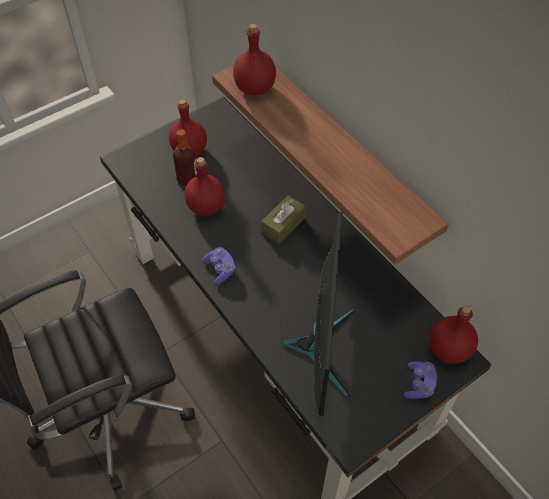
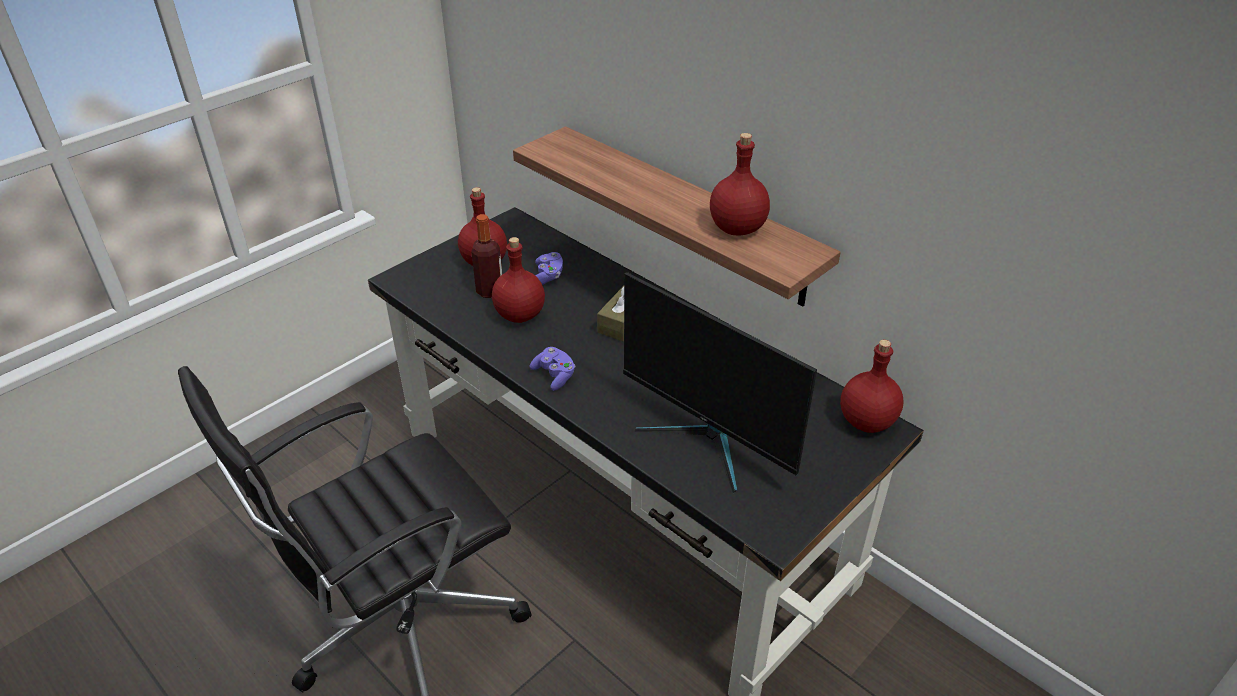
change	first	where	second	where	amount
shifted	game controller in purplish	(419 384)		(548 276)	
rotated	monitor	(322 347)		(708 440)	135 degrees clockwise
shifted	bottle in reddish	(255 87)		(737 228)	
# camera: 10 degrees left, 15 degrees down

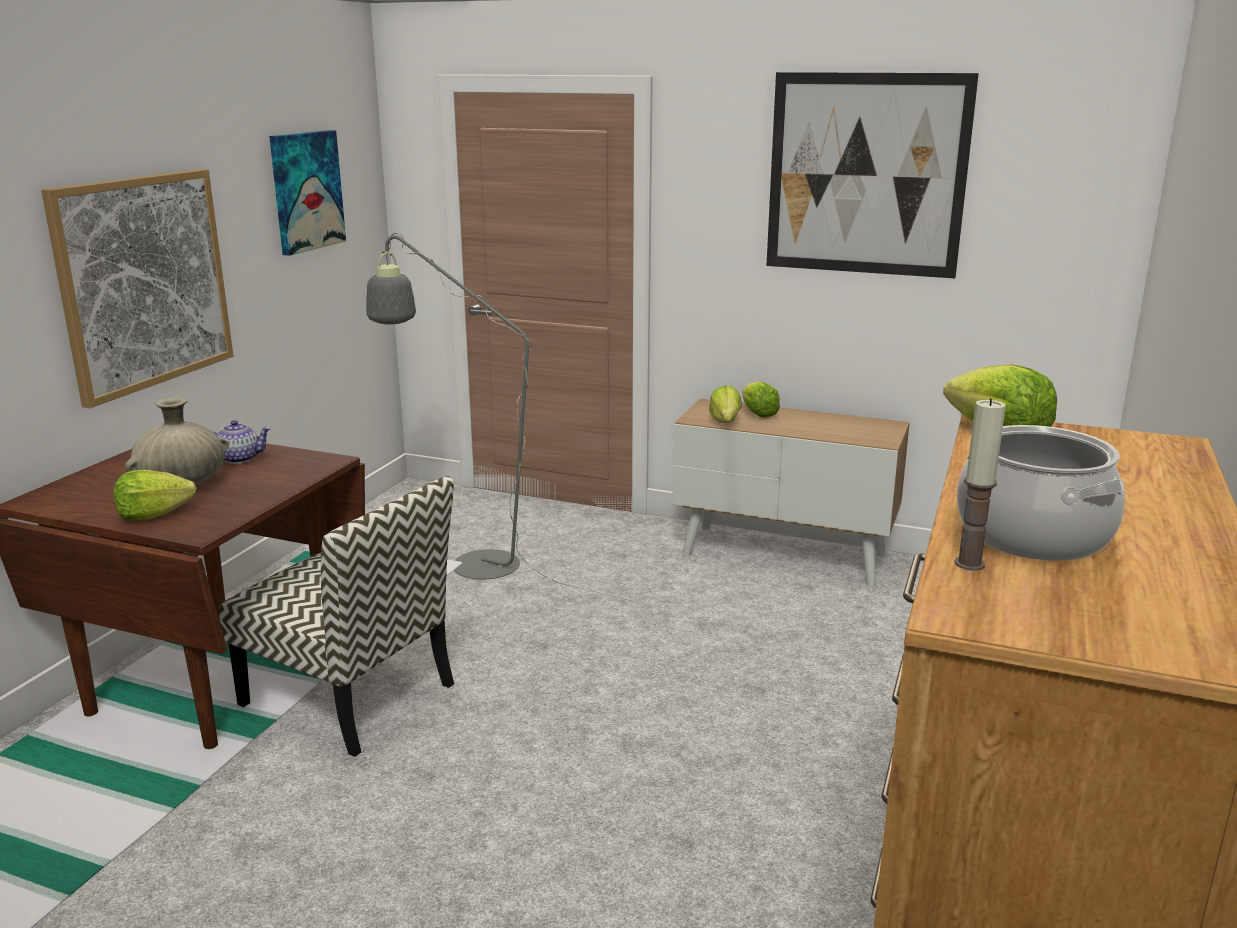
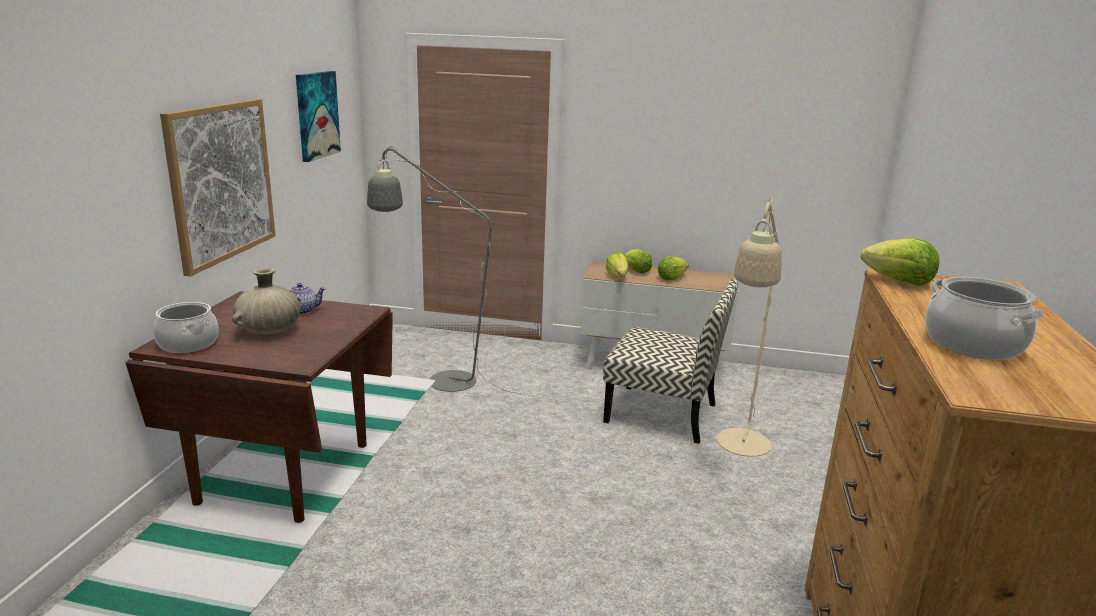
change	first	where	second	where	amount
new			cooking pot	(188 344)	
shifted	plain chair	(351 696)		(663 413)	
shifted	lettuce head	(153 515)		(671 278)	
new			floor lamp in beige	(741 449)	
gone	wall art	(866 175)			
gone	candle	(969 564)			
# camera: 10 degrees left, 0 degrees up

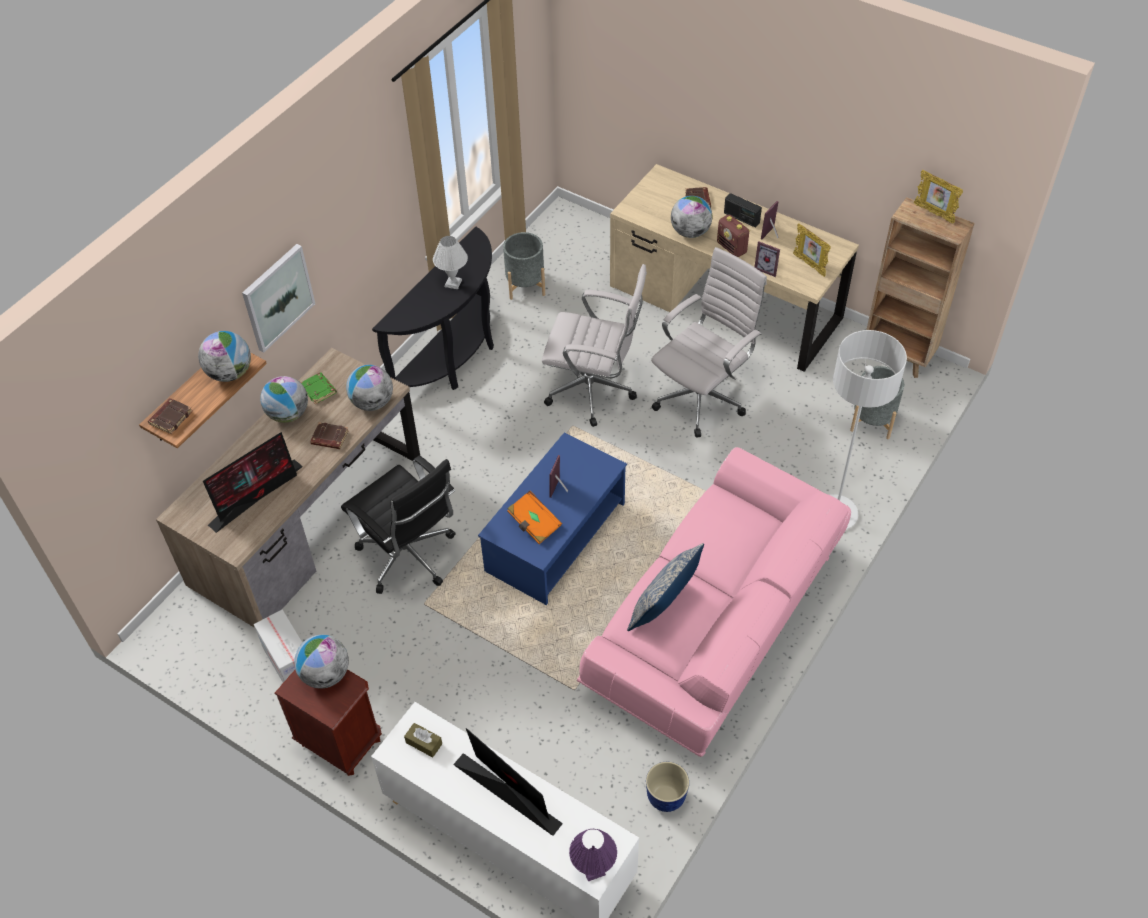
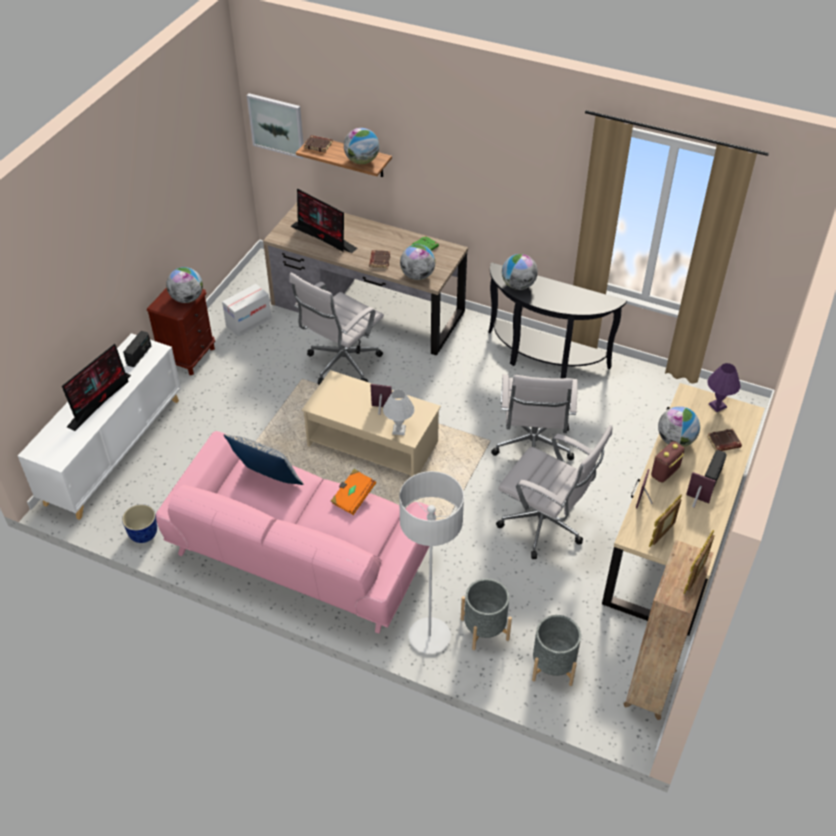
change	first	where	second	where	amount
swapped	tissue holder in brown-coloured	(424 743)	radio	(139 355)	
shifted	wall art	(277 297)		(277 125)	
repainted	office chair in black-coloured	(410 558)	office chair in white	(341 365)	
repainted	coffee table in blue	(555 538)	coffee table in beige	(372 444)	
shifted	volume in orangey	(534 524)		(353 497)	
shifted	table lamp in white	(453 283)		(399 430)	
shifted	plant pot in grey	(525 285)		(484 629)	
shifted	world globe	(288 414)		(518 285)	
shifted	table lamp in purplish	(593 870)		(717 405)	
# camera: 80 degrees right, 5 degrees down

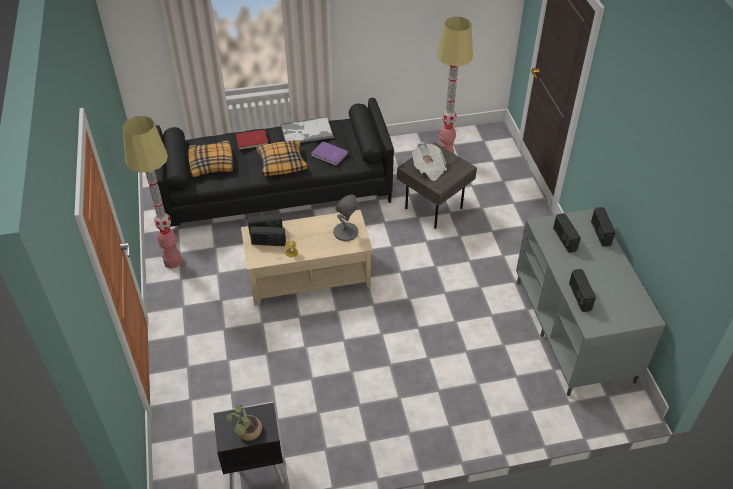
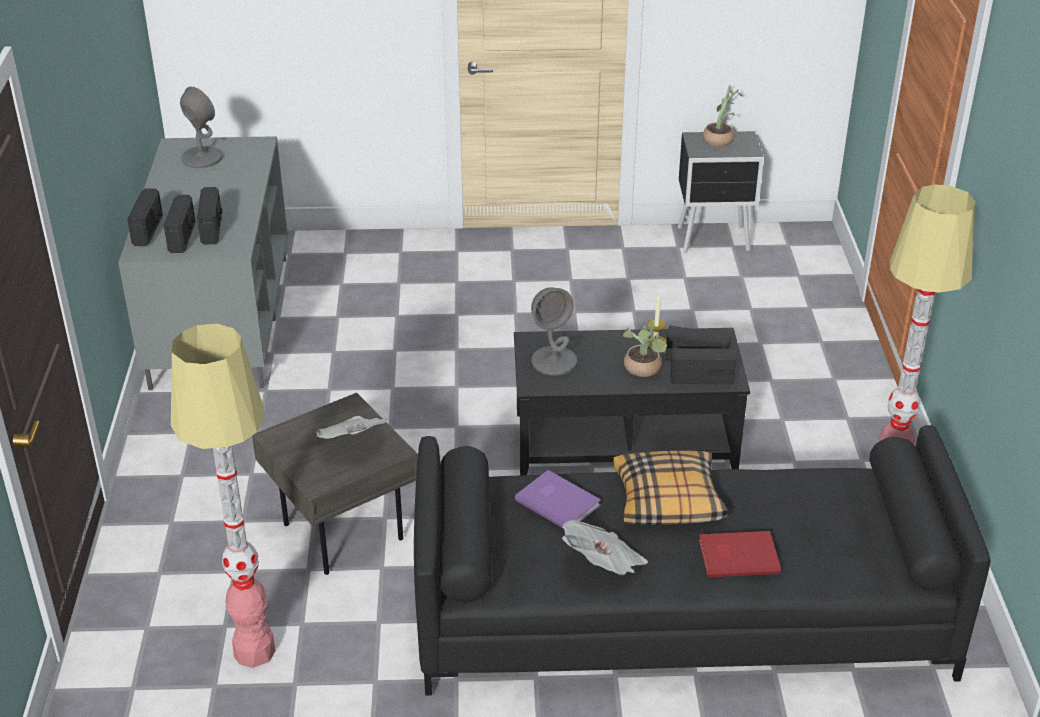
change	first	where	second	where	amount
shifted	radio	(579 297)		(182 237)	
new			table lamp in grey	(201 158)	
repainted	coffee table in beige	(308 274)	coffee table in black-coloured	(624 440)	
swapped	serving tray	(306 131)	daily paper	(604 564)	
new			houseplant	(644 370)	
gone	pillow	(212 163)			
# camera: 170 degrees left, 10 degrees down

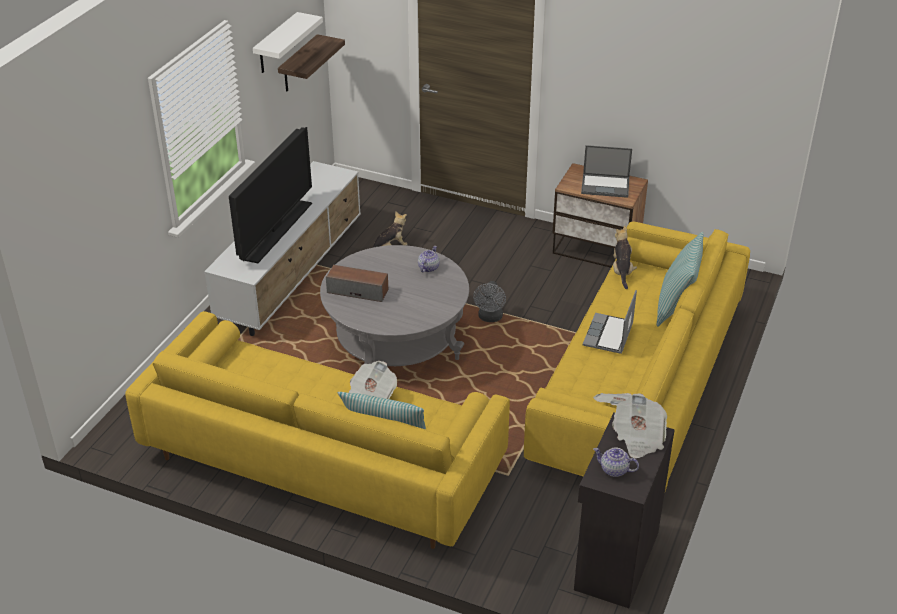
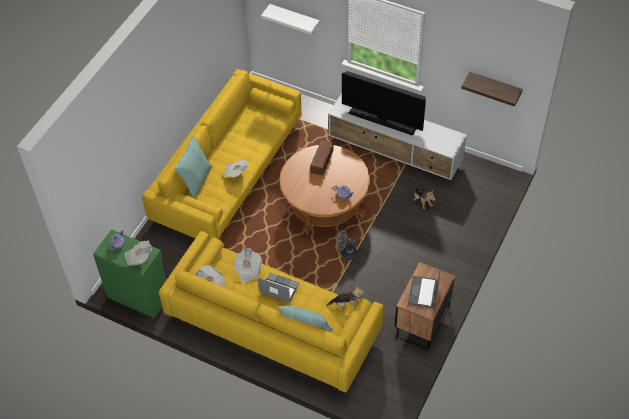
change	first	where	second	where	amount
repainted	cabinet in black-coloured	(614 560)	cabinet in greenish	(138 295)	
new			daily paper	(248 270)	
shifted	wall shelf in white	(276 44)		(294 19)	
repainted	coffee table in grey	(396 342)	coffee table in brown-coloured	(325 204)	
# camera: 95 degrees right, 15 degrees up

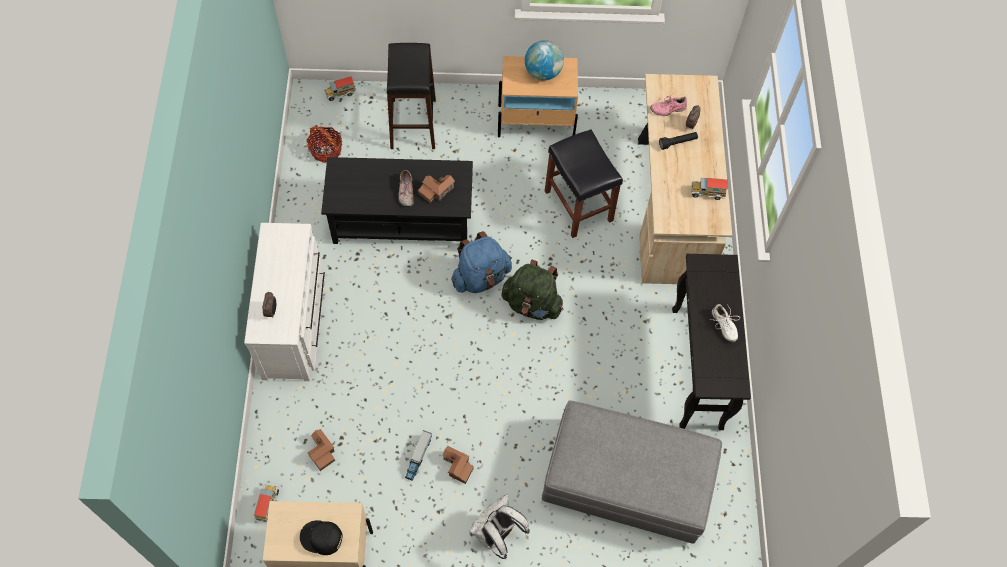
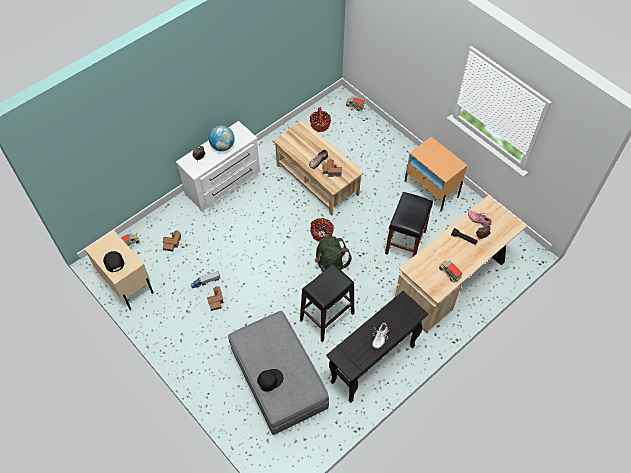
change	first	where	second	where	amount
shifted	world globe	(543 72)		(222 146)	
new			baseball cap in black-coloured	(270 380)	
repainted	coffee table in black-coloured	(402 219)	coffee table in beige	(317 180)	
shifted	sitting stool in black-coloured	(413 123)		(327 317)	
swapped	backpack in blue	(481 277)	storage basket	(322 233)	
gone	backpack in white	(496 535)			
# camera: 50 degrees right, 5 degrees down

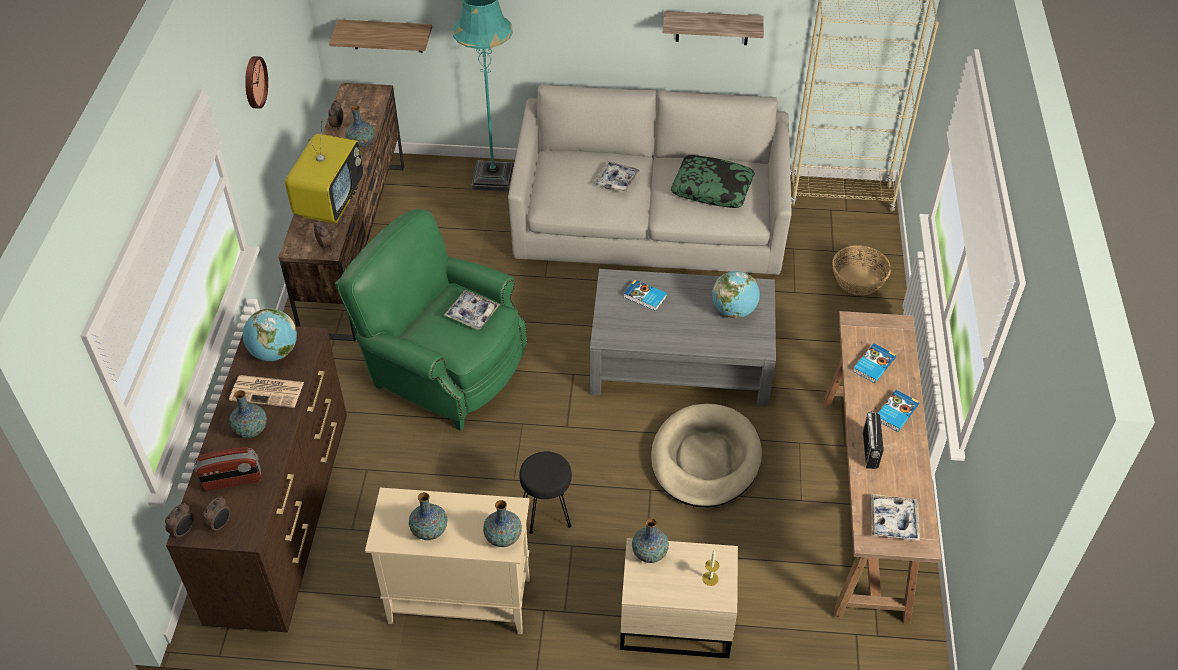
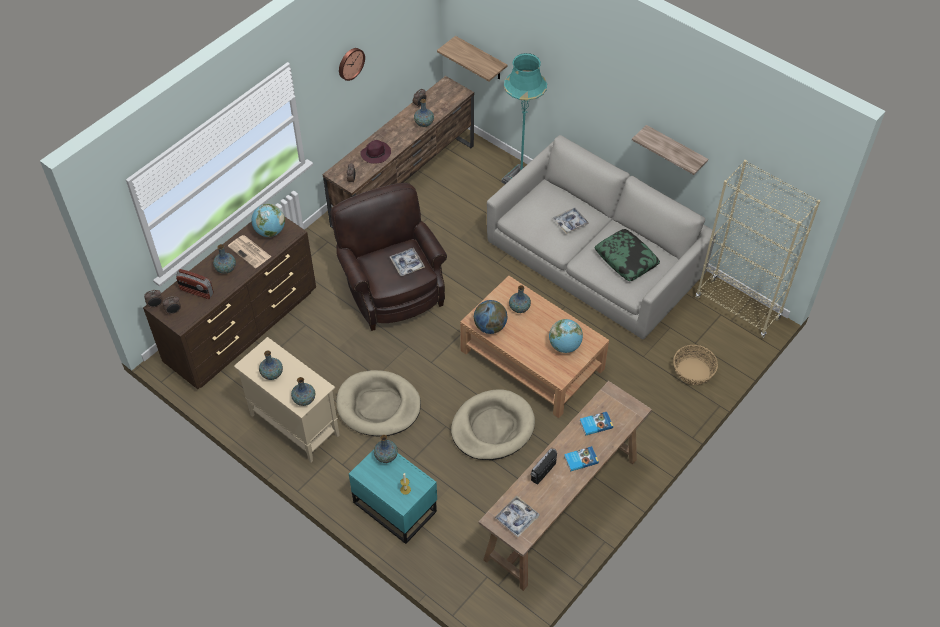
change	first	where	second	where	amount
repainted	easy chair in greenish	(443 368)	easy chair in brown-coloured	(392 288)	
swapped	sitting stool in black-coloured	(547 513)	dog bed in beige	(378 406)	
repainted	night table in beige	(674 620)	night table in turquoise	(395 505)	
swapped	TV	(330 202)	hat in purplish	(376 153)	
repainted	coffee table in grey	(681 359)	coffee table in brown-coloured	(533 360)	
new			world globe	(490 326)	
swapped	volume	(645 297)	flower vase	(519 308)	
# camera: 35 degrees right, 5 degrees up

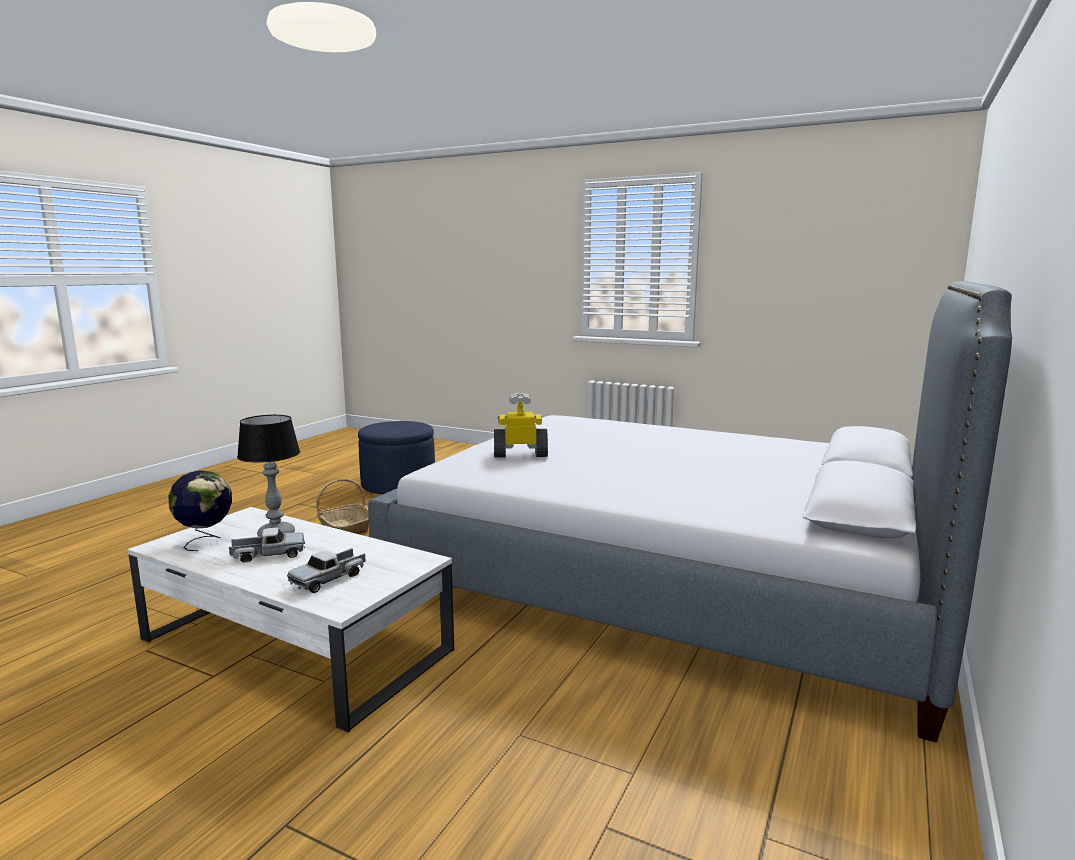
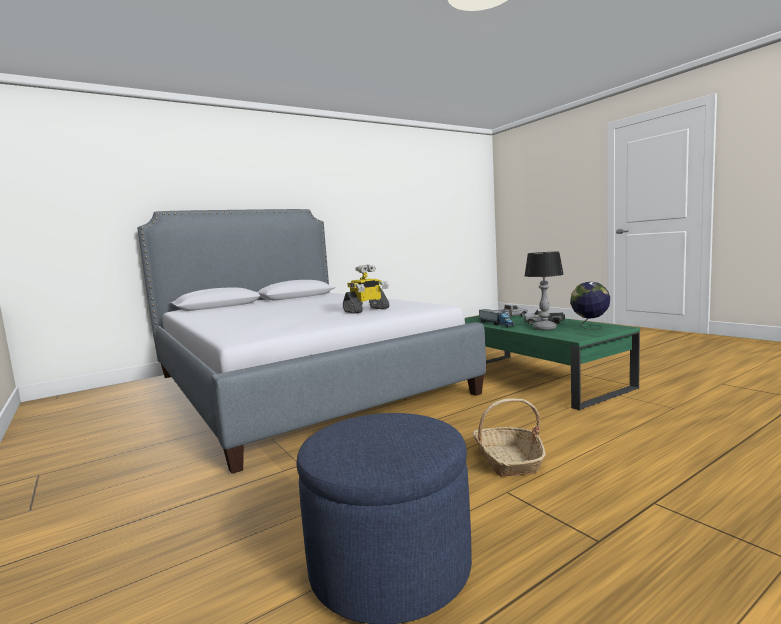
change	first	where	second	where	amount
rotated	robot figure	(521 454)		(366 310)	60 degrees counterclockwise
repainted	coffee table in white	(296 645)	coffee table in greenish	(534 378)	
new			toy truck	(496 324)	
# camera: 150 degrees left, 5 degrees down

